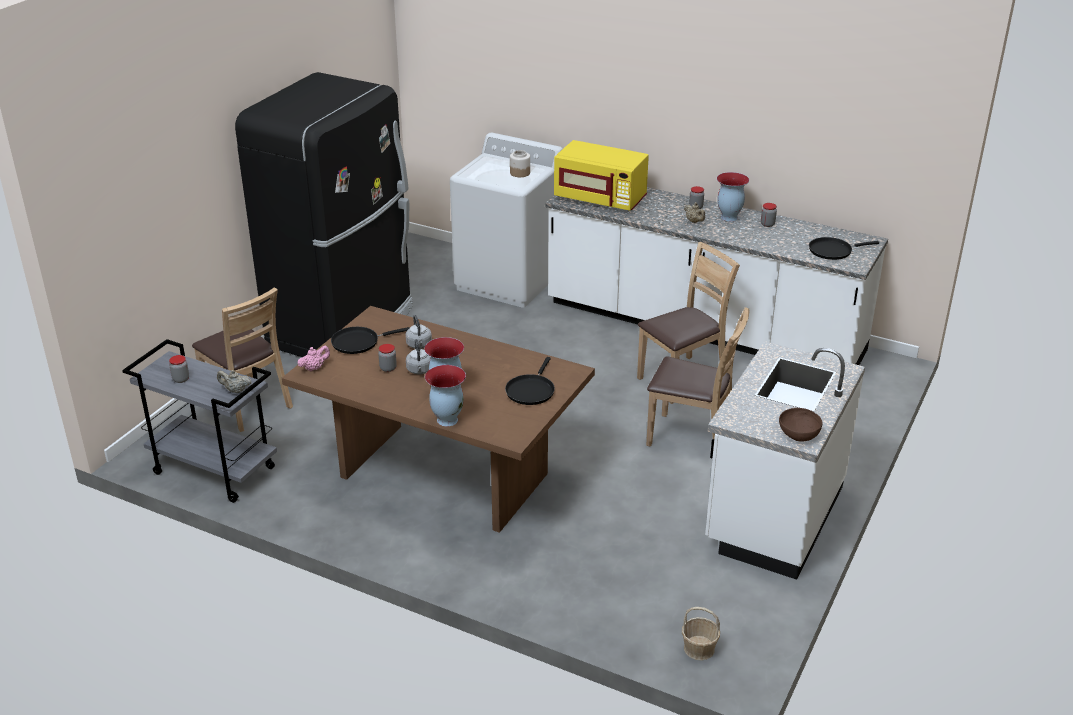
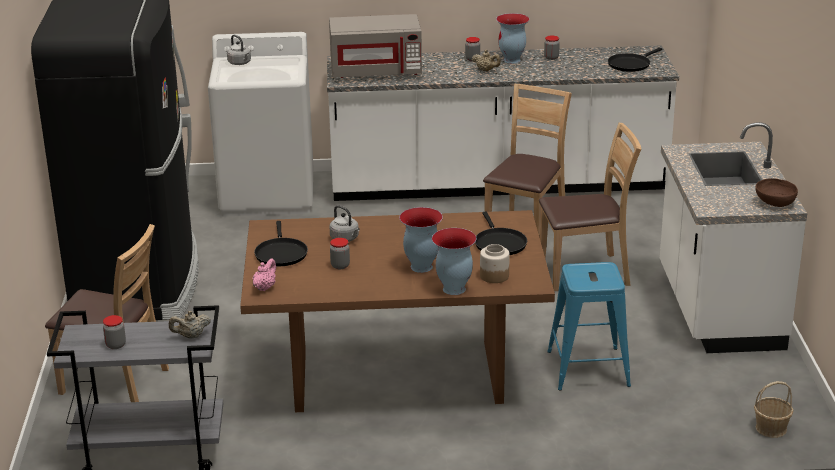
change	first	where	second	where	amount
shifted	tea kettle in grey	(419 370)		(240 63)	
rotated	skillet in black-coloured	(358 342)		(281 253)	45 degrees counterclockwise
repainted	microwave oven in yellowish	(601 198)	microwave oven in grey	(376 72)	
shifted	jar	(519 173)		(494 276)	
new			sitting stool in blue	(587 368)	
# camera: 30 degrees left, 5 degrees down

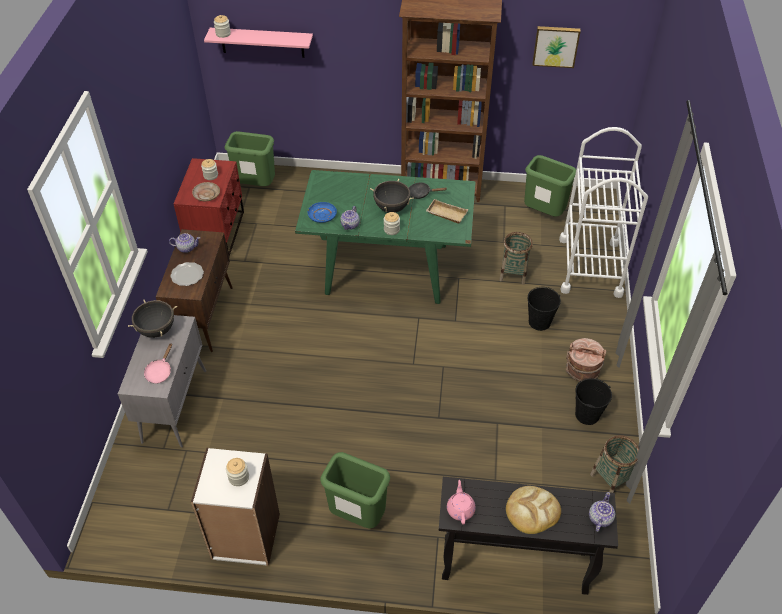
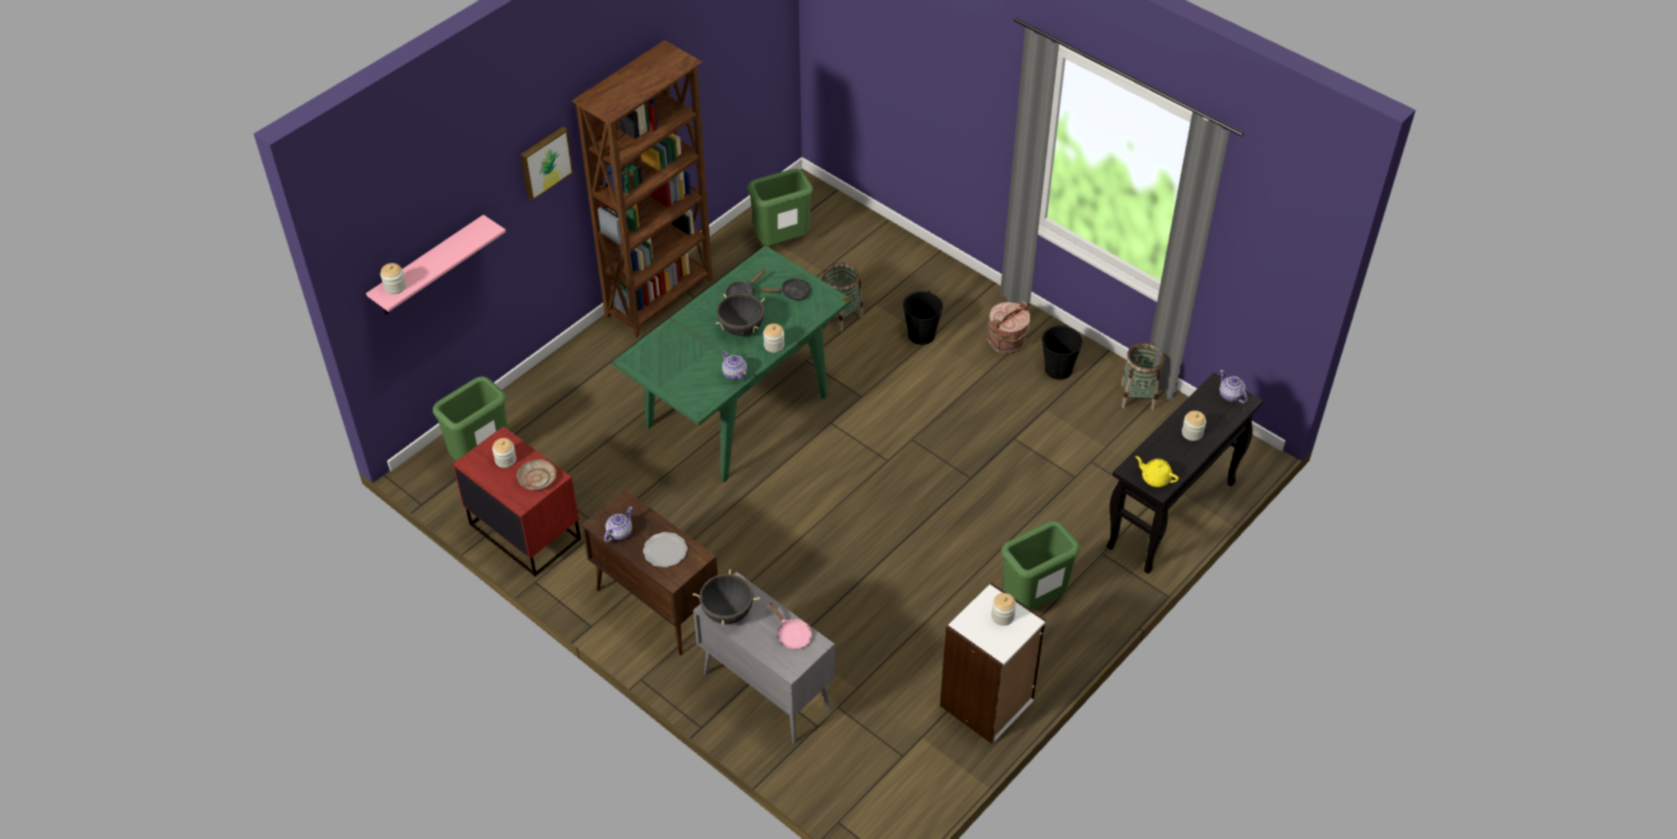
change	first	where	second	where	amount
shifted	wall art	(555 46)		(545 162)	
swapped	serving tray in beige	(445 214)	skillet in black-coloured	(792 293)	
repainted	tea pot in pinkish	(460 509)	tea pot in yellowish	(1155 478)	
swapped	bakery bread	(532 511)	jar	(1192 433)	
gone	flat dish in blue	(322 216)			
gone	wheeled cart in white	(590 266)			
# camera: 55 degrees left, 0 degrees up

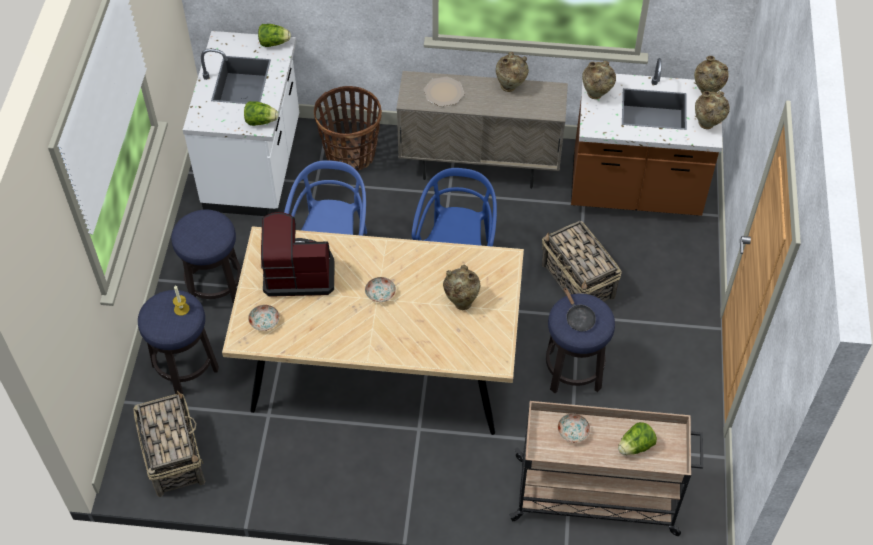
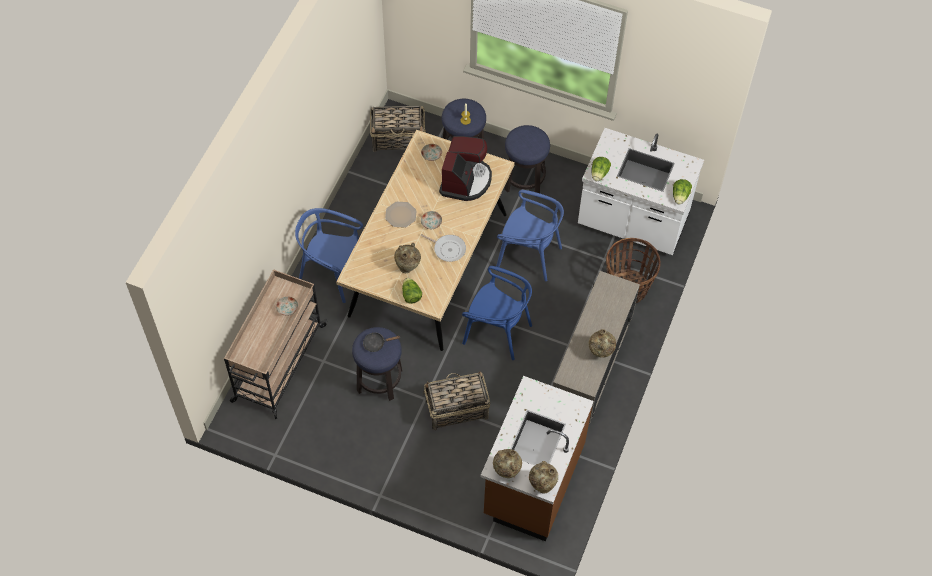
change	first	where	second	where	amount
new			plain chair in blue	(332 273)	
shifted	flat dish	(443 92)		(400 214)	
shifted	lettuce head	(635 446)		(411 295)	
new			skillet	(448 249)	
gone	flower vase in beige	(596 96)			
# camera: 105 degrees right, 5 degrees up

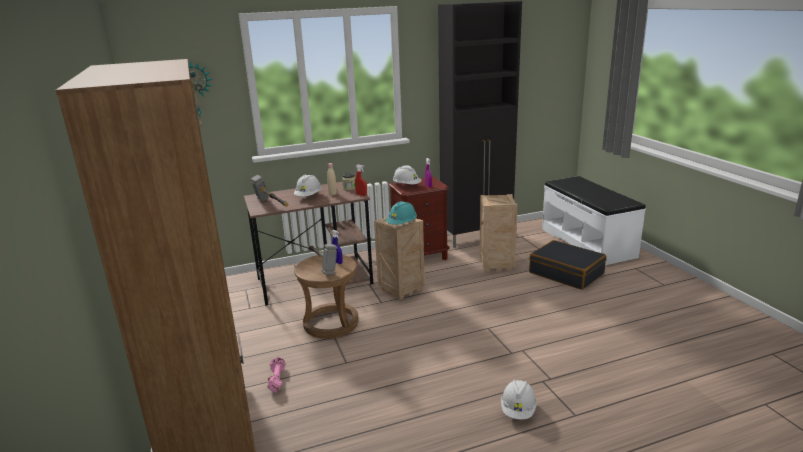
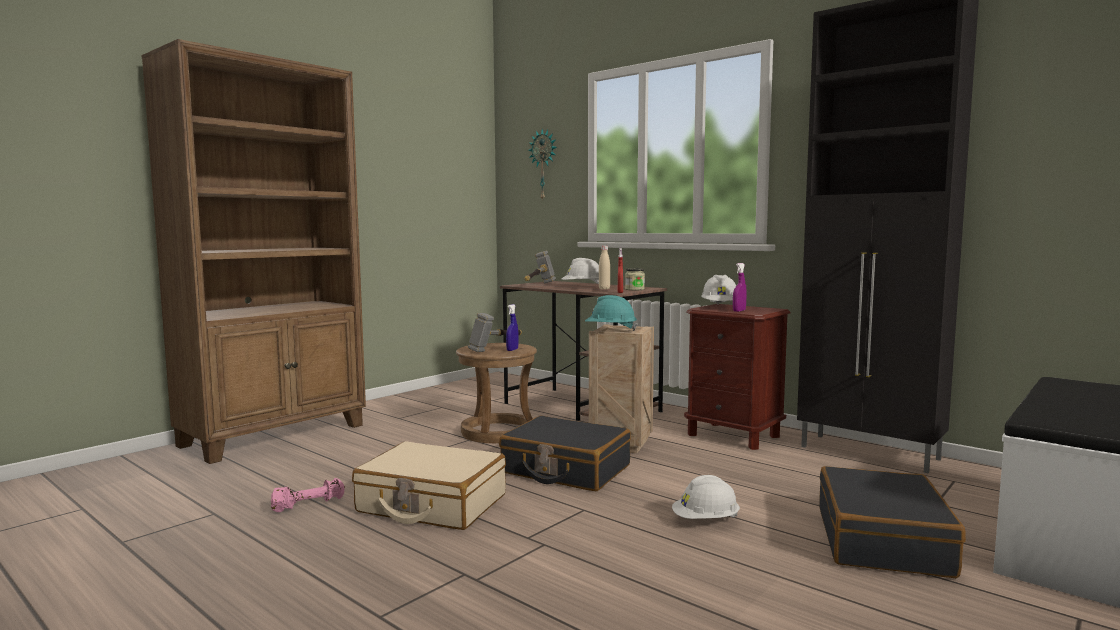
change	first	where	second	where	amount
shifted	free weight in pinkish	(276 380)		(308 505)	
new			travel case in beige	(431 504)	
new			travel case in black-coloured	(565 470)	
shifted	work helmet in white	(518 410)		(705 521)	
gone	packing crate	(497 265)			
# camera: 60 degrees right, 15 degrees down

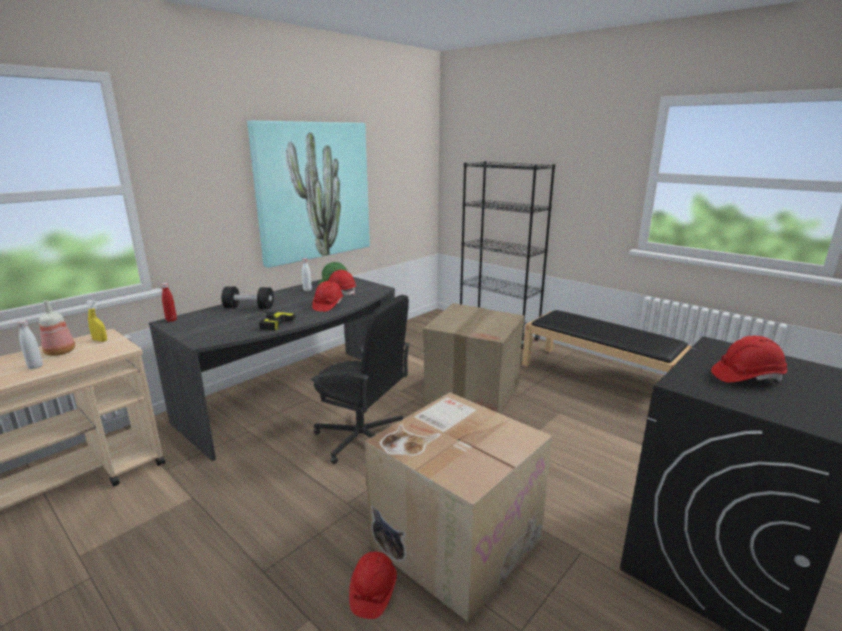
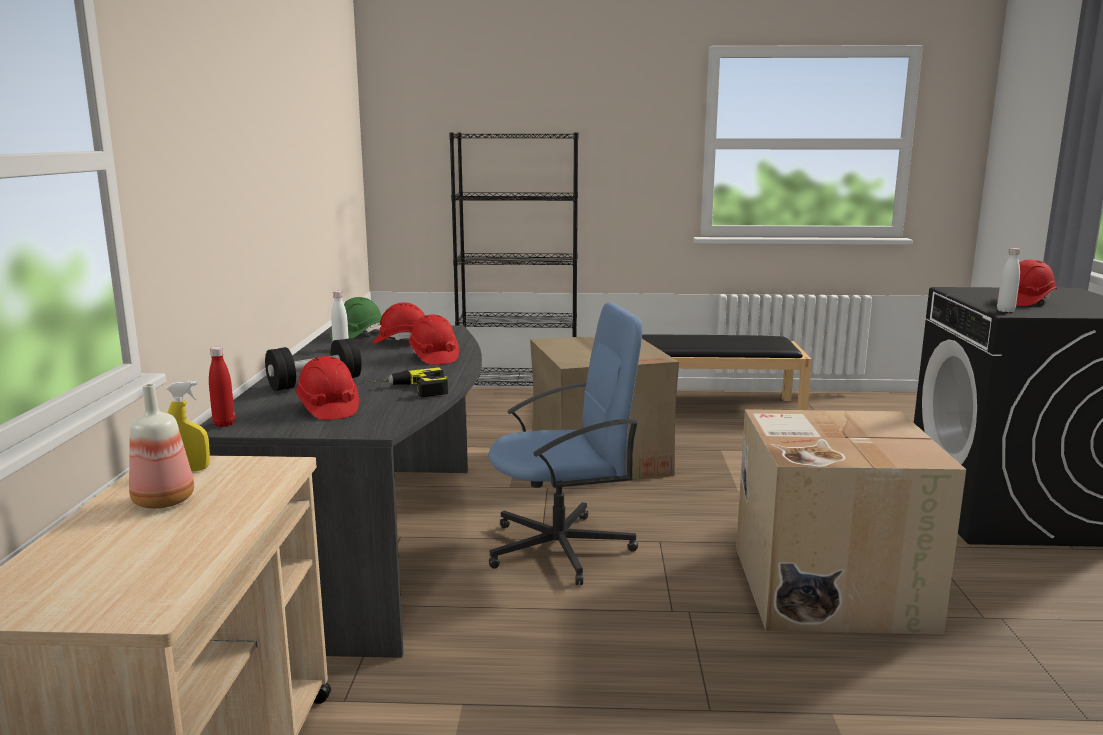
change	first	where	second	where	amount
shifted	work helmet in reddish	(373 592)		(328 408)	
repainted	office chair in black-coloured	(362 438)	office chair in blue	(562 548)	
shifted	bottle in white	(35 367)		(1005 311)	
gone	wall art	(313 191)			
# camera: 40 degrees left, 5 degrees down

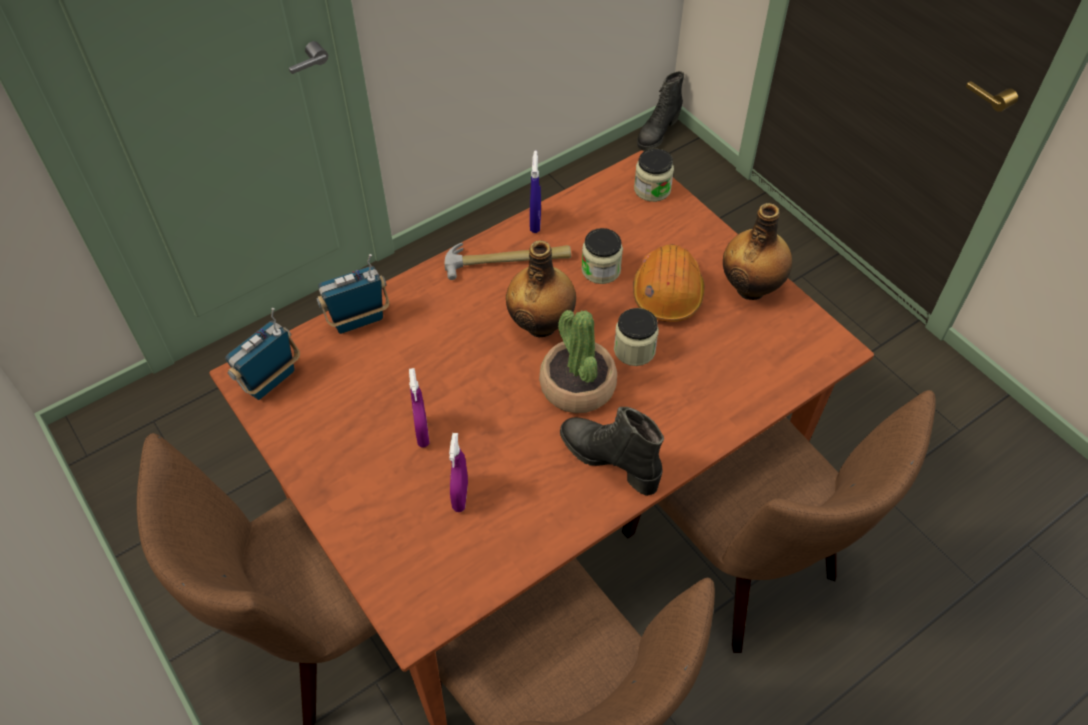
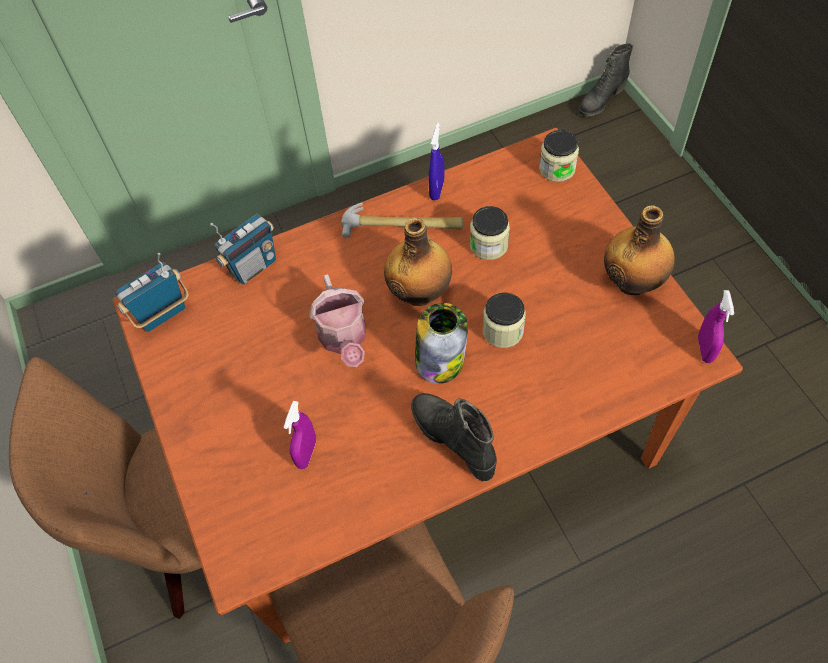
change	first	where	second	where	amount
rotated	radio	(358 321)		(253 267)	150 degrees clockwise
new			watering pot	(344 339)	
swapped	houseplant	(577 386)	jar	(440 359)	
shifted	sprayer in purplish	(422 433)		(705 349)	
gone	plain chair in brown-coloured	(741 562)			
gone	work helmet in orangey	(667 292)			
# camera: 15 degrees right, 5 degrees up

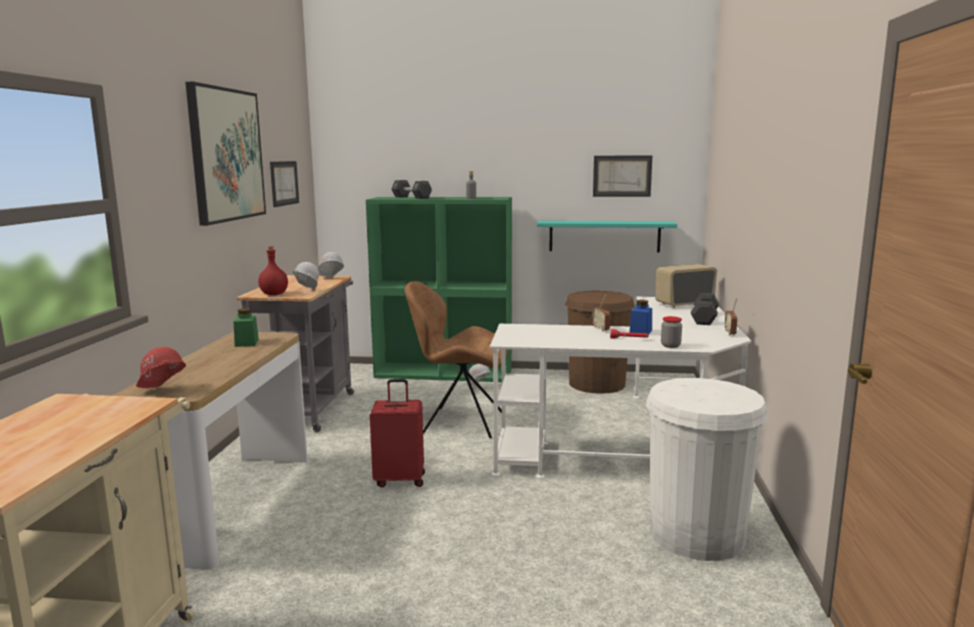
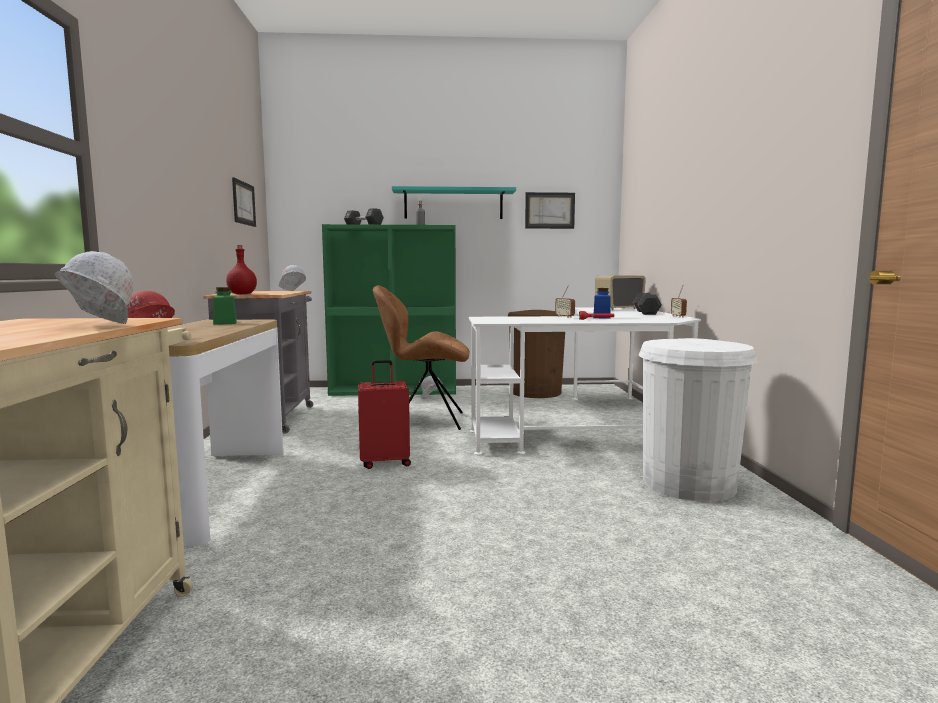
change	first	where	second	where	amount
shifted	work helmet in white	(306 291)		(97 326)	
shifted	wall shelf in turquoise	(604 236)		(453 204)	
gone	wall art	(226 155)			
gone	jar	(670 346)			
# camera: 10 degrees left, 5 degrees down

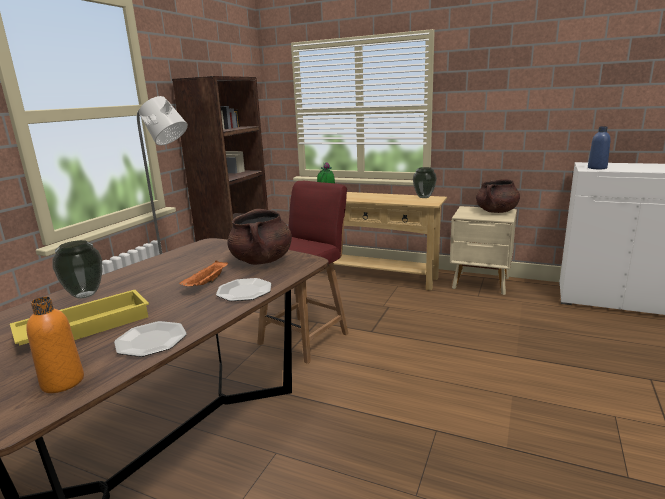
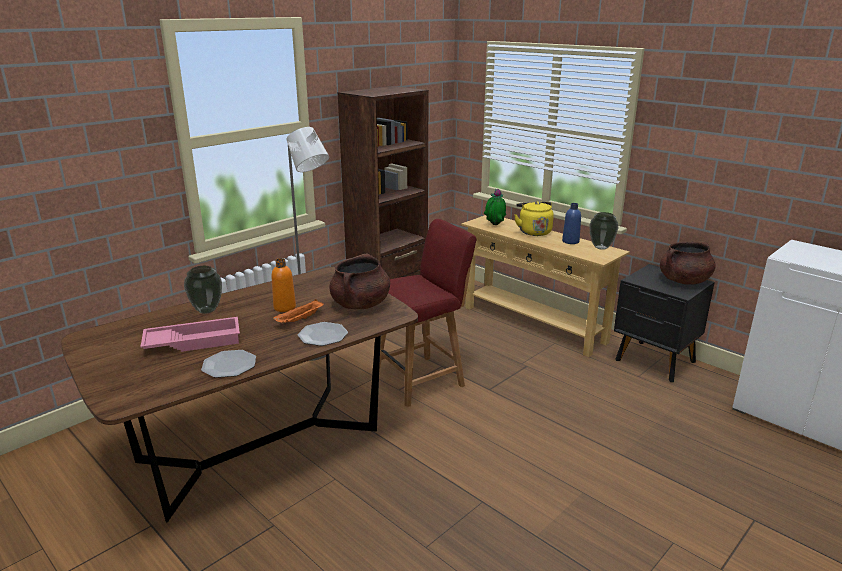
change	first	where	second	where	amount
repainted	serving tray in yellowish	(86 326)	serving tray in pinkish	(194 341)	
shifted	bottle in orangey	(63 382)		(284 307)	
new			tea kettle in yellowish	(533 231)	
shifted	bottle in blue	(597 168)		(570 241)	
repainted	night table in beige	(481 283)	night table in black-coloured	(655 362)	
# camera: 20 degrees right, 5 degrees up

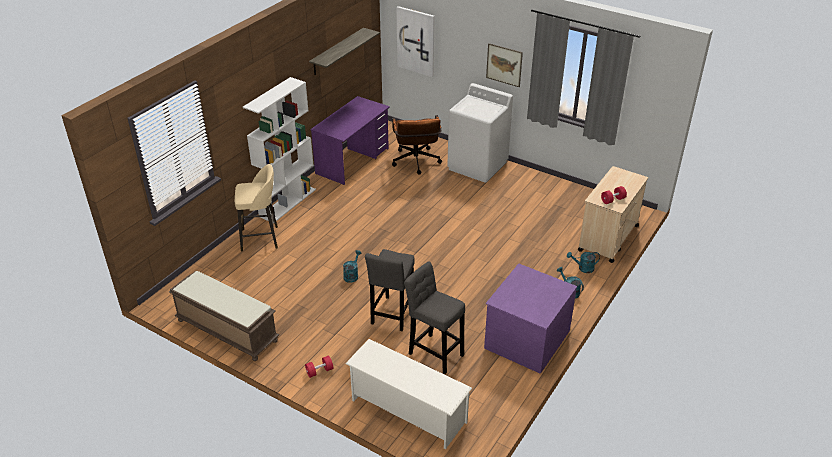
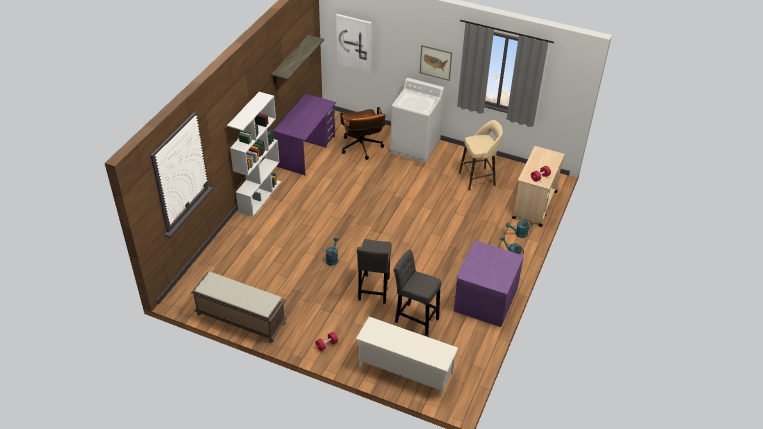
change	first	where	second	where	amount
shifted	sitting stool in beige	(261 239)		(478 179)	
# camera: 10 degrees left, 5 degrees up

